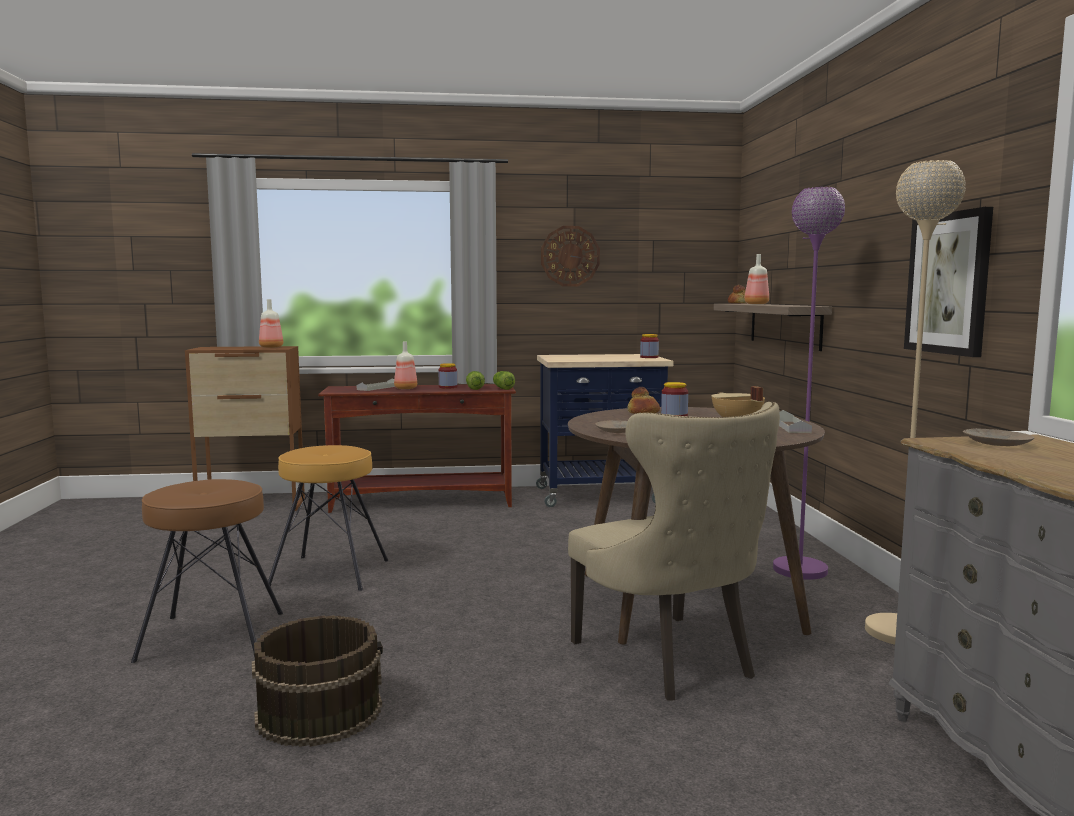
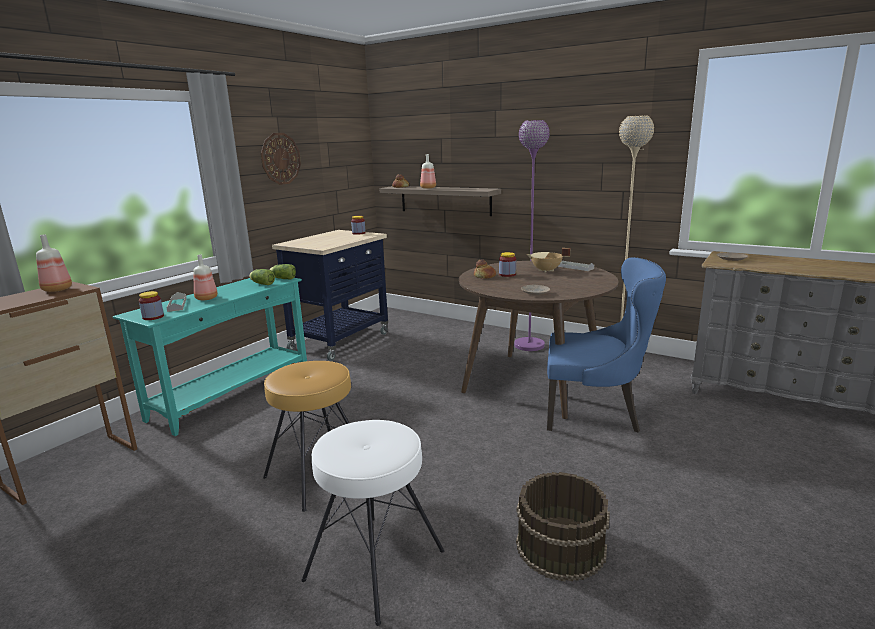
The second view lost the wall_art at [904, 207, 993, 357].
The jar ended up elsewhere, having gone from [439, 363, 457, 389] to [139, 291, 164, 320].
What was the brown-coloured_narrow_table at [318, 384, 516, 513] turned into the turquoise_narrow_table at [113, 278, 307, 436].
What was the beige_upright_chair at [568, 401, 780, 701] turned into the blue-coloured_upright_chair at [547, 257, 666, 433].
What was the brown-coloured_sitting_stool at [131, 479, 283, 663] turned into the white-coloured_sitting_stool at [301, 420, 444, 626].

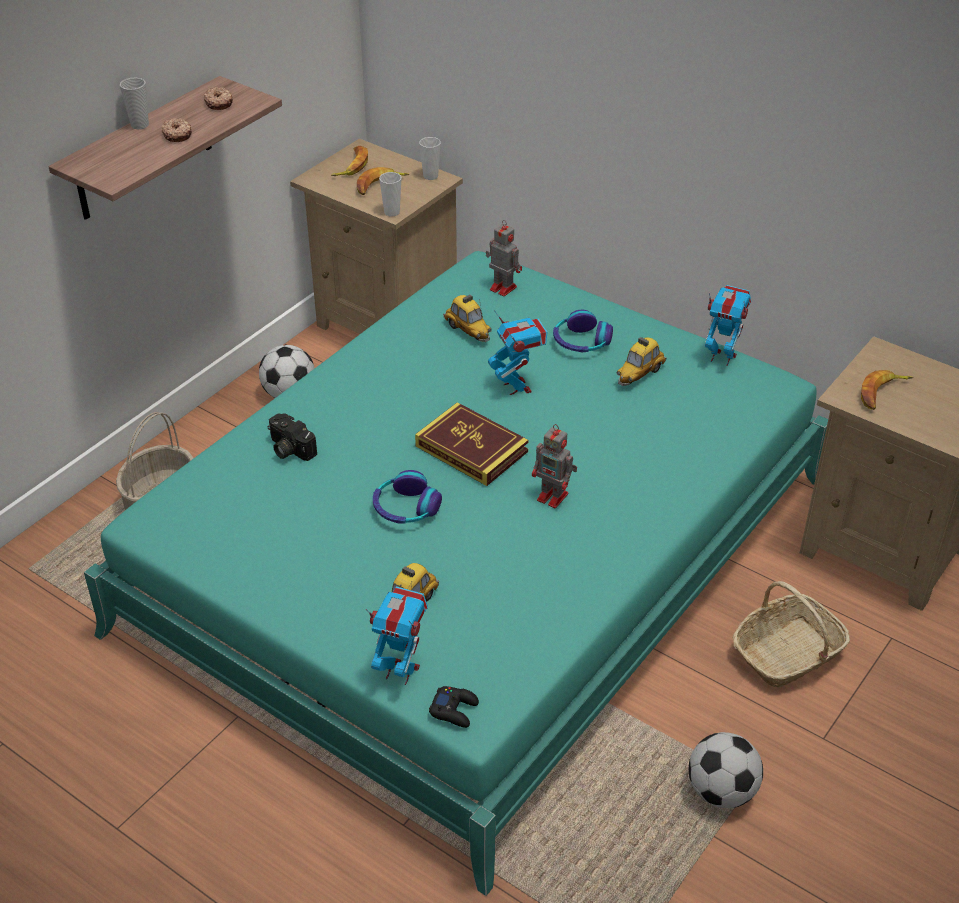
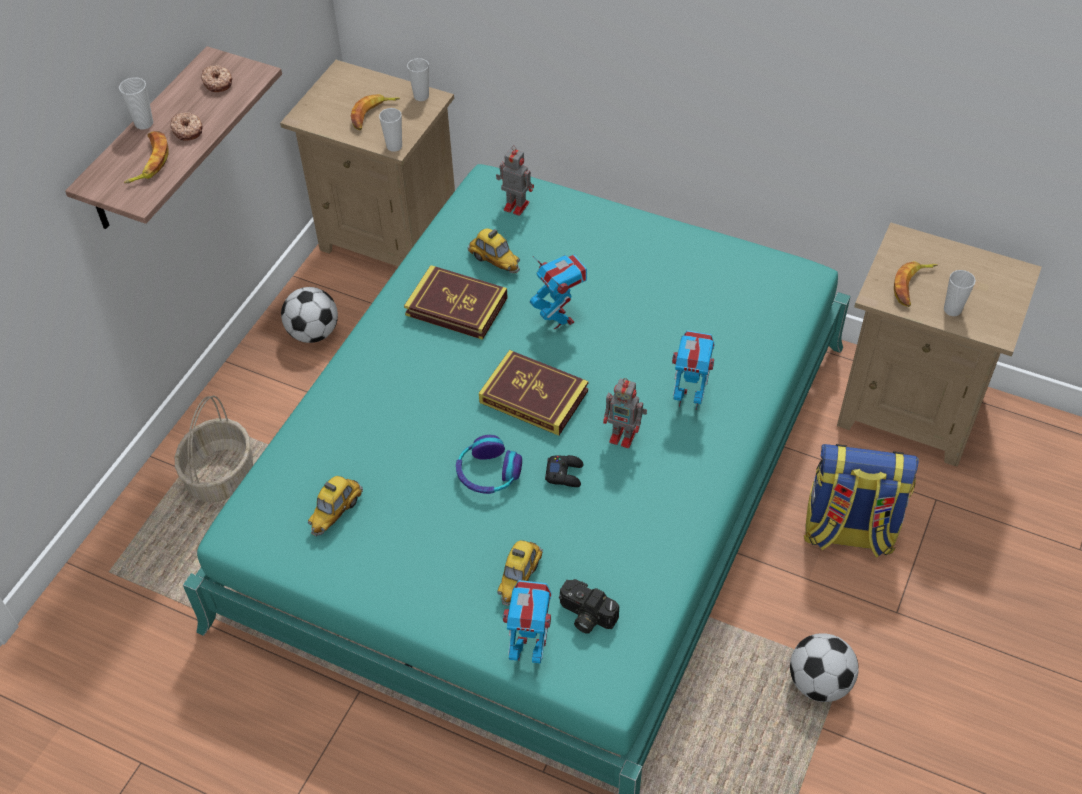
The whole_banana ended up elsewhere, having gone from [331, 146, 368, 176] to [124, 131, 169, 184].
The robot_figure ended up elsewhere, having gone from [705, 285, 751, 366] to [672, 330, 715, 410].
The second view lost the pair_of_headphones at [553, 310, 613, 352].
The miniature_car ended up elsewhere, having gone from [617, 337, 667, 386] to [308, 476, 363, 537].
The still_camera ended up elsewhere, having gone from [268, 413, 317, 461] to [559, 579, 619, 634].
Where the storage_basket stood at [732, 581, 850, 687], the backpack came to stand at [804, 444, 919, 558].
The black-coloured_game_controller ended up elsewhere, having gone from [429, 686, 479, 728] to [545, 455, 583, 487].
The second view gained the bound_book at [404, 265, 508, 340].
The second view gained the cup at [944, 270, 976, 316].

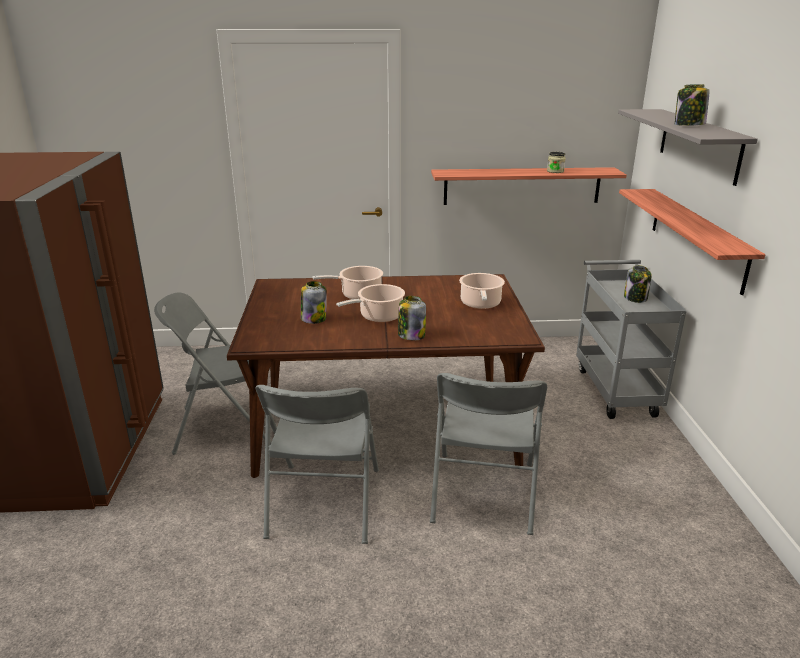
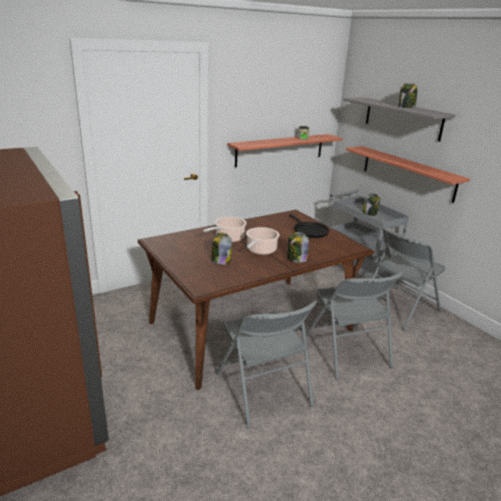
Where the saucepot stood at [459, 273, 505, 309], the black-coloured_pan came to stand at [289, 214, 329, 238].
The grey_upright_chair ended up elsewhere, having gone from [154, 292, 272, 455] to [372, 226, 445, 331].

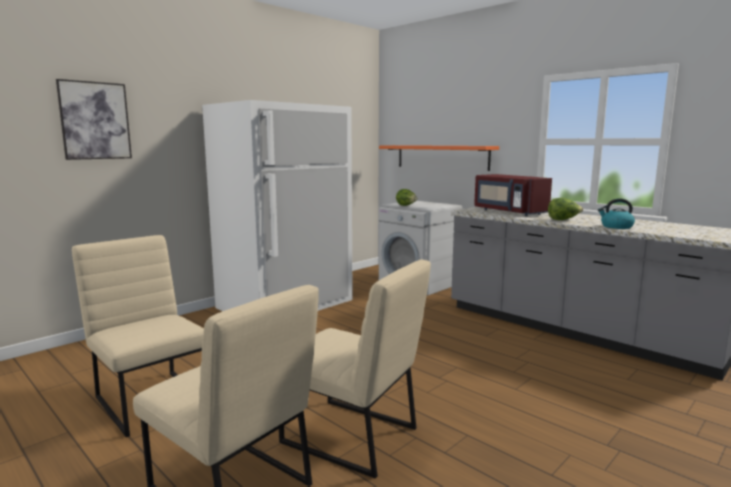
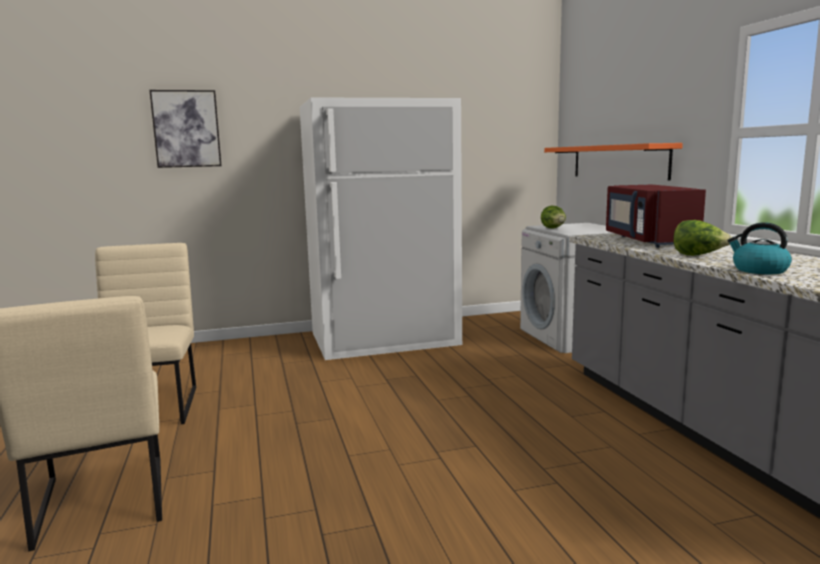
The second view lost the beige_upright_chair at [279, 259, 431, 479].

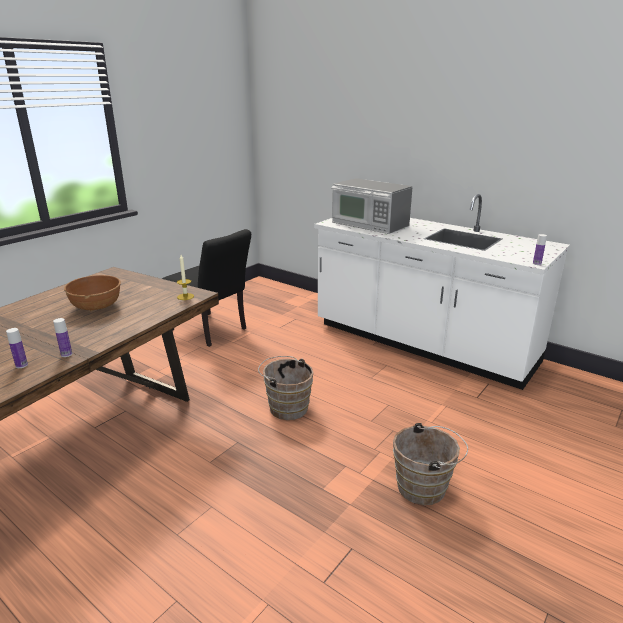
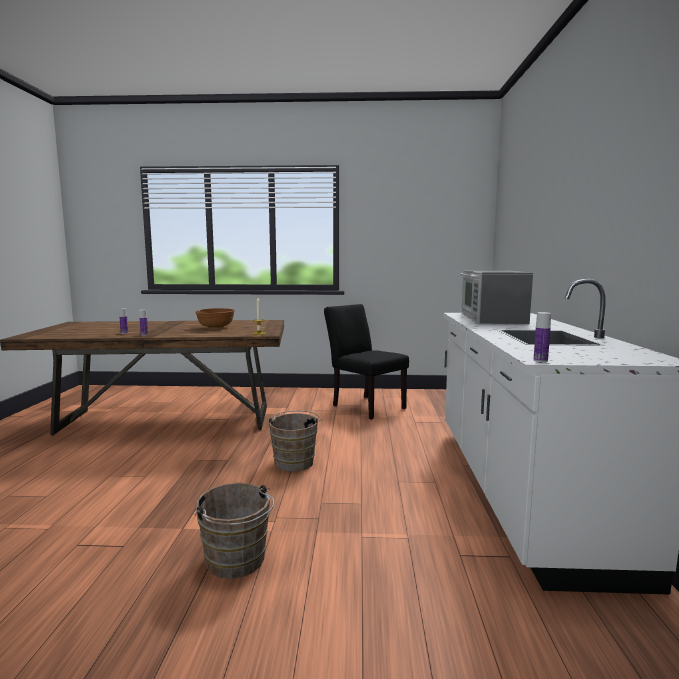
The black-coloured_upright_chair at [162, 229, 251, 347] ended up facing another way, 135 degrees clockwise from before.

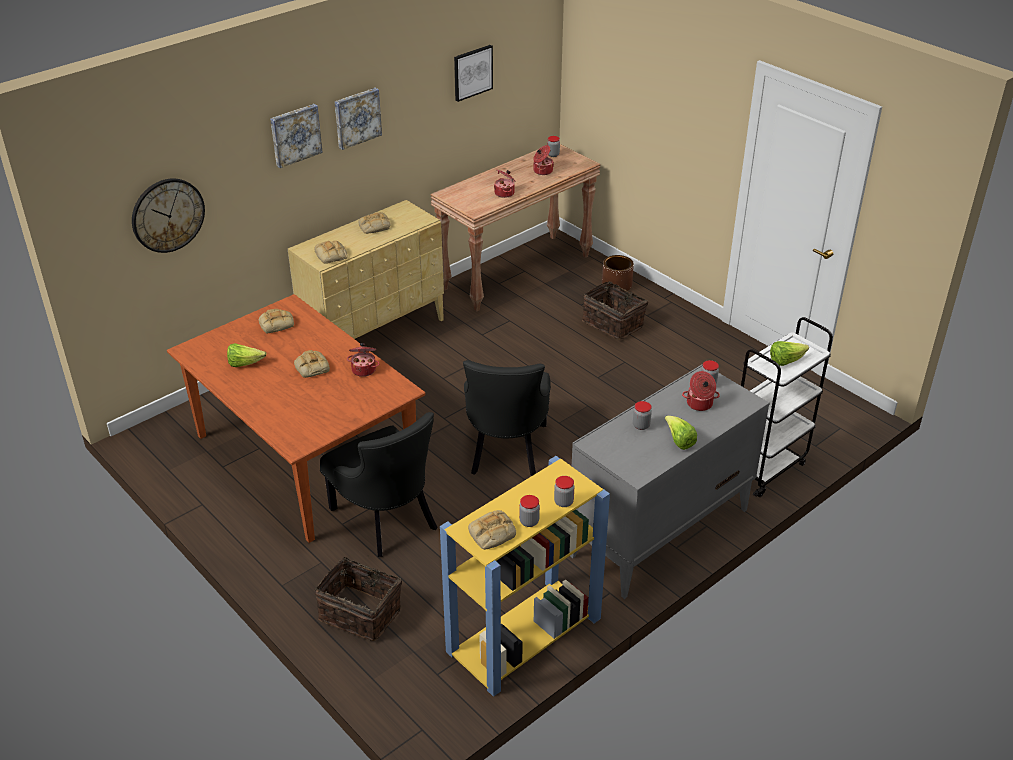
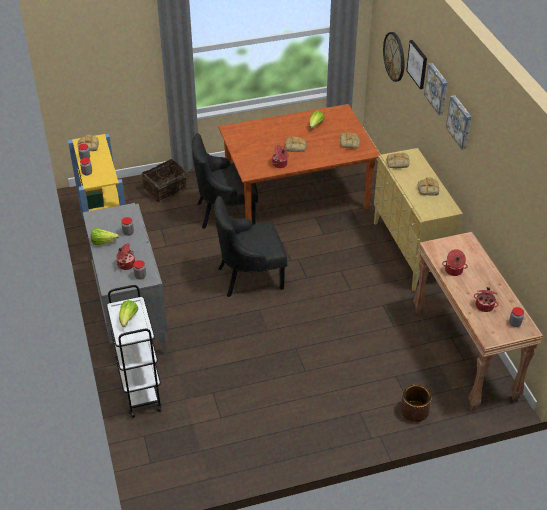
The wall_art ended up elsewhere, having gone from [454, 45, 493, 102] to [406, 40, 427, 89].
The second view lost the storage_basket at [582, 281, 648, 340].
The black-coloured_upright_chair at [463, 360, 551, 476] ended up facing another way, 45 degrees counterclockwise from before.

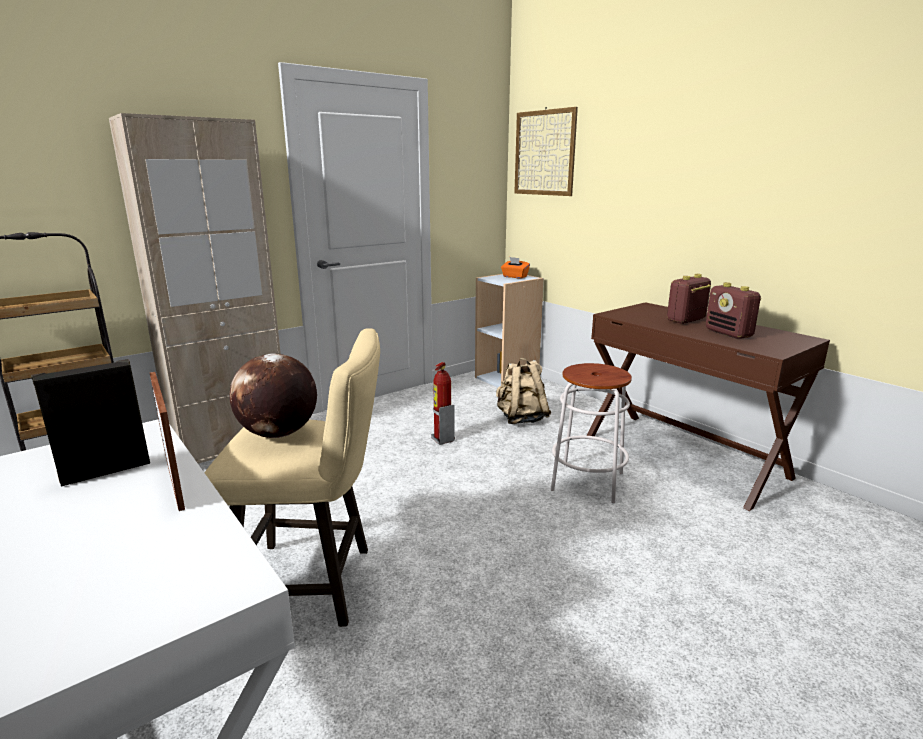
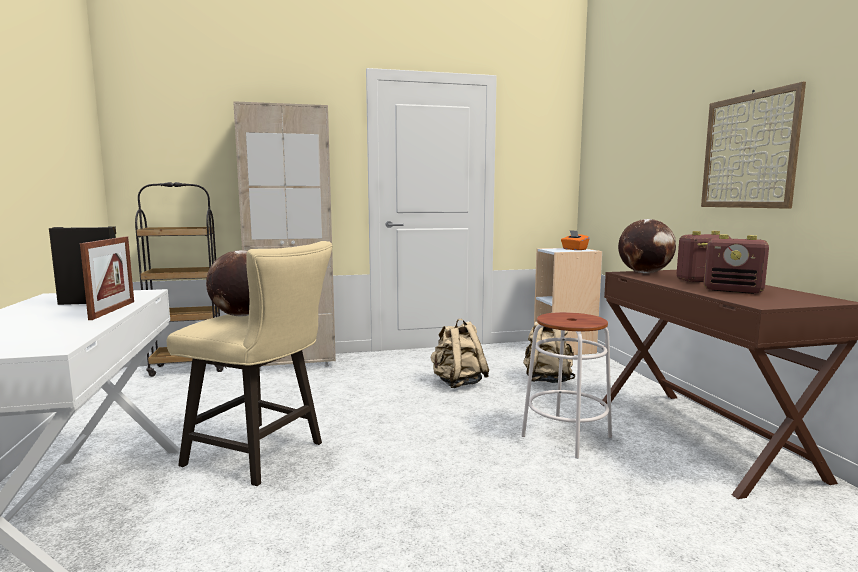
The wall_art ended up elsewhere, having gone from [514, 107, 578, 196] to [701, 82, 806, 209].
The radio_receiver at [706, 282, 761, 339] ended up facing another way, 60 degrees counterclockwise from before.
Where the extinguisher stood at [431, 362, 455, 445], the beige_backpack came to stand at [431, 319, 489, 388].
The second view gained the world_globe at [618, 219, 676, 273].

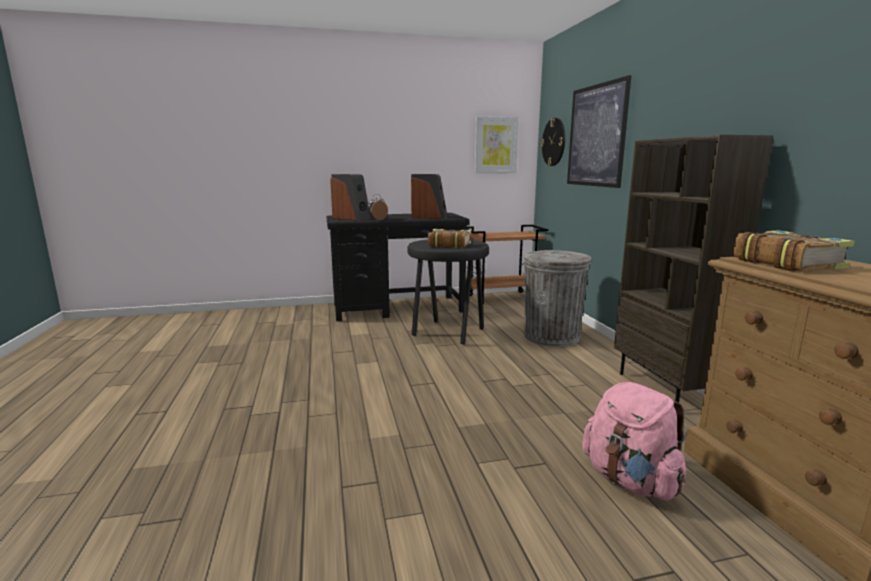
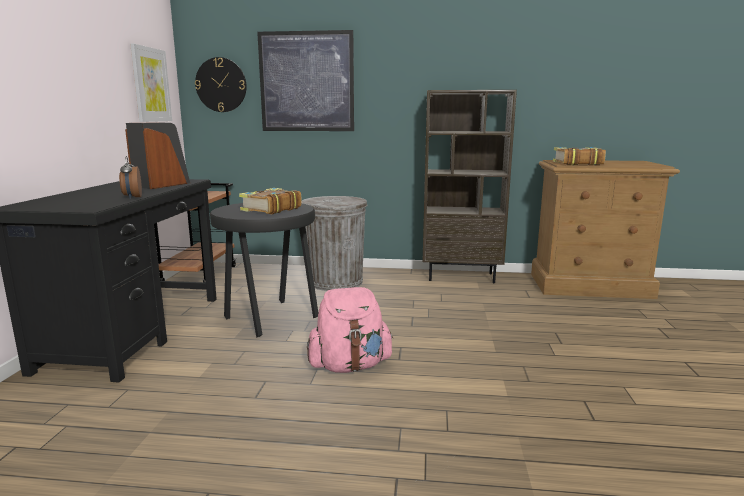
The second view lost the speaker at [330, 174, 371, 221].
The pink-coloured_backpack ended up elsewhere, having gone from [582, 382, 686, 501] to [307, 287, 394, 373].

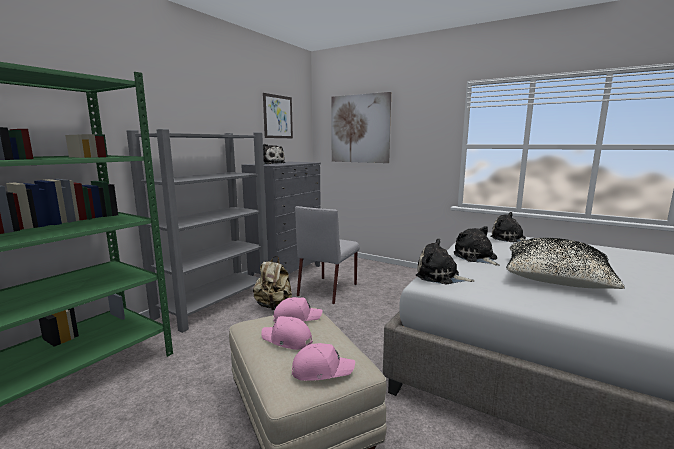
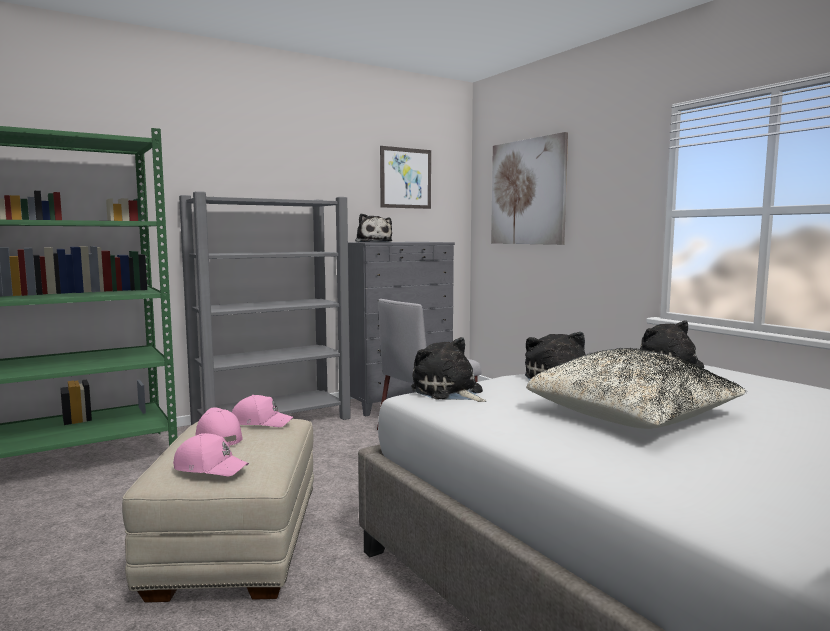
The second view lost the beige_backpack at [253, 256, 292, 310].

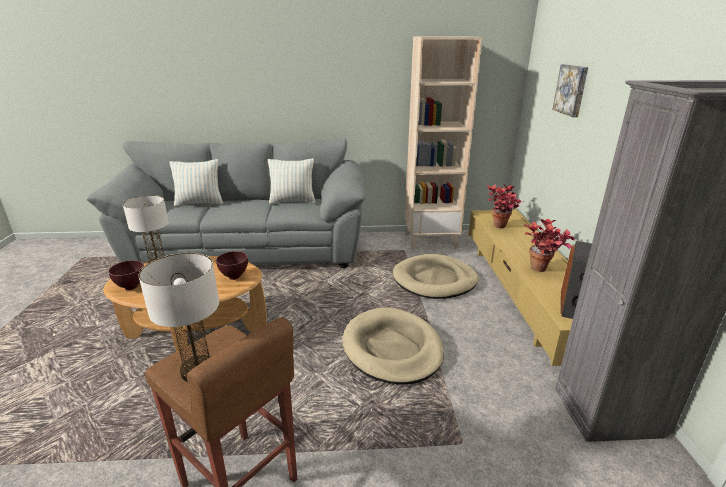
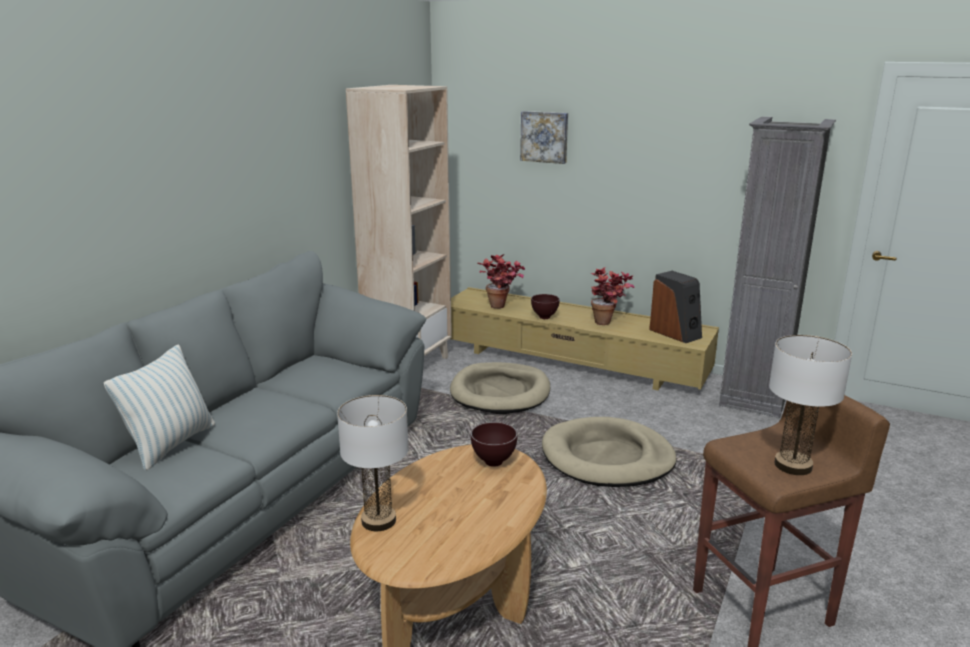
The second view lost the throw_pillow at [268, 159, 315, 204].
The brown-coloured_serving_bowl ended up elsewhere, having gone from [108, 260, 144, 290] to [531, 294, 560, 319].

